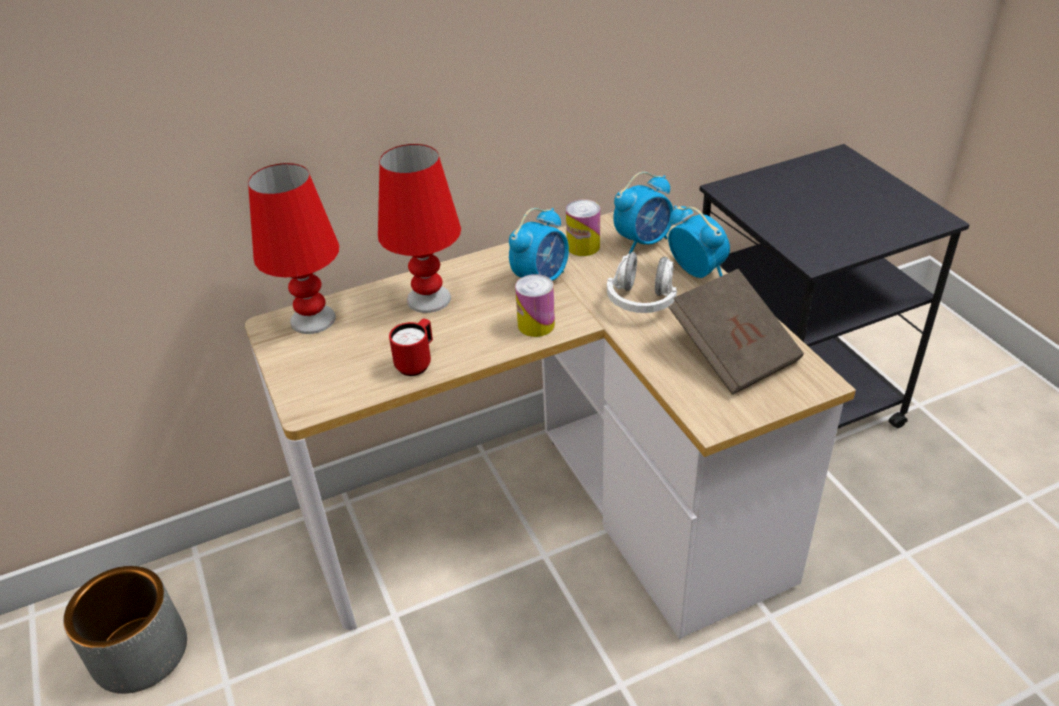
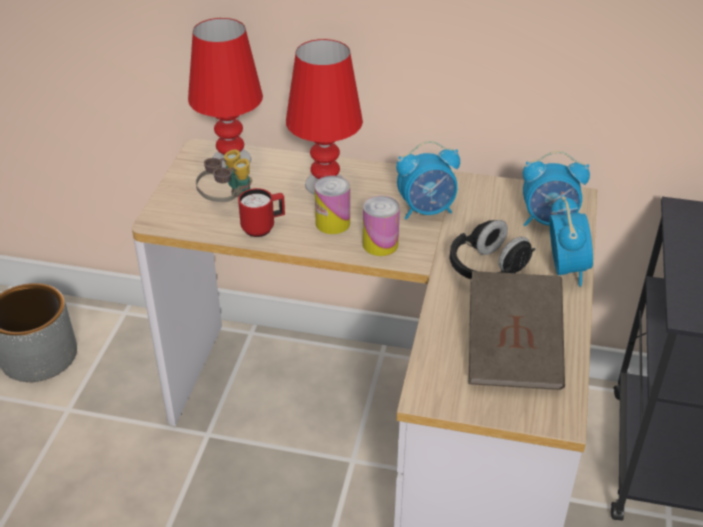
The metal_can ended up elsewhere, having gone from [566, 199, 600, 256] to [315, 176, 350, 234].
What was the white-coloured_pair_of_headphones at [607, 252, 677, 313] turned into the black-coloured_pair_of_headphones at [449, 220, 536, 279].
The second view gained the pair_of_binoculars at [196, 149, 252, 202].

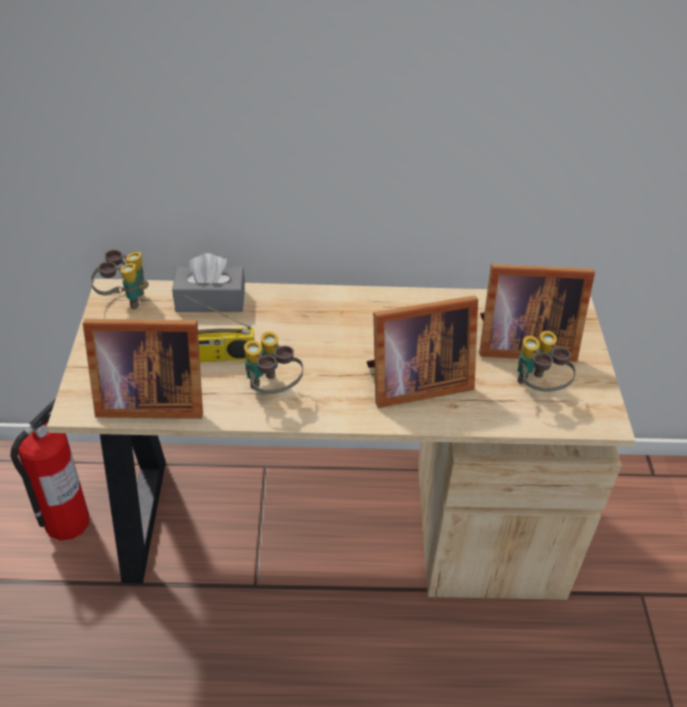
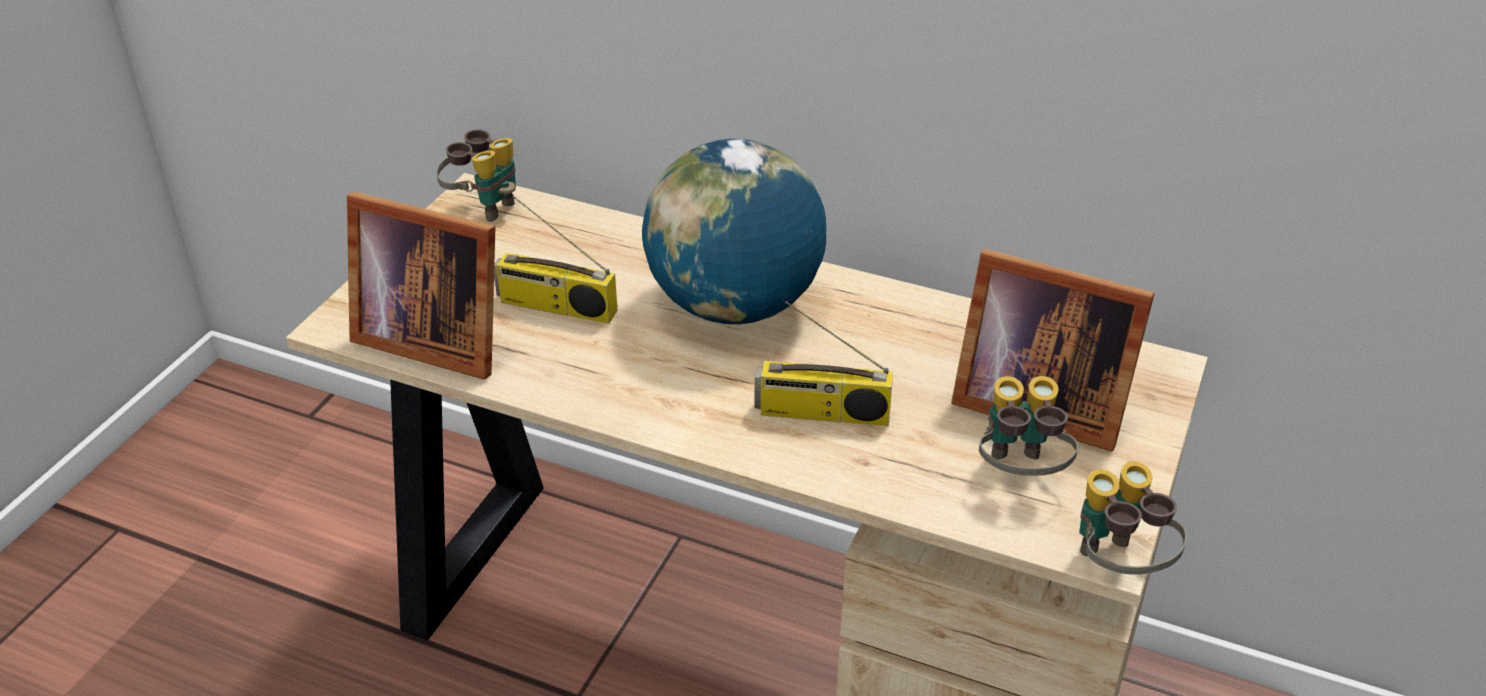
The second view lost the grey_tissue_box at [172, 253, 245, 312].
Where the photo_frame stood at [367, 295, 478, 408], the radio_receiver came to stand at [754, 301, 893, 426].
The pair_of_binoculars ended up elsewhere, having gone from [244, 332, 303, 394] to [1079, 461, 1187, 575].
The second view lost the extinguisher at [10, 398, 89, 541].
The second view gained the world_globe at [642, 139, 826, 324].

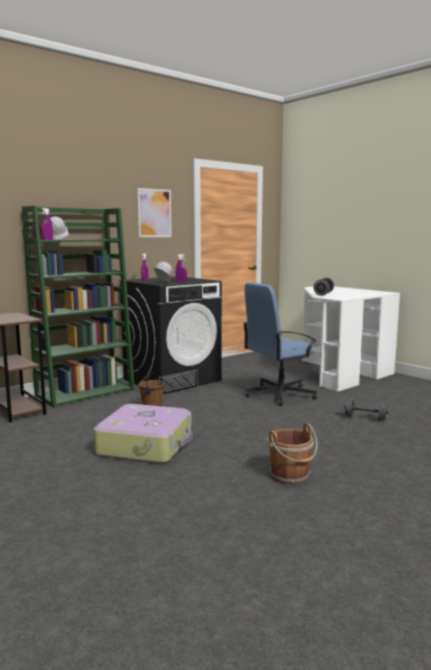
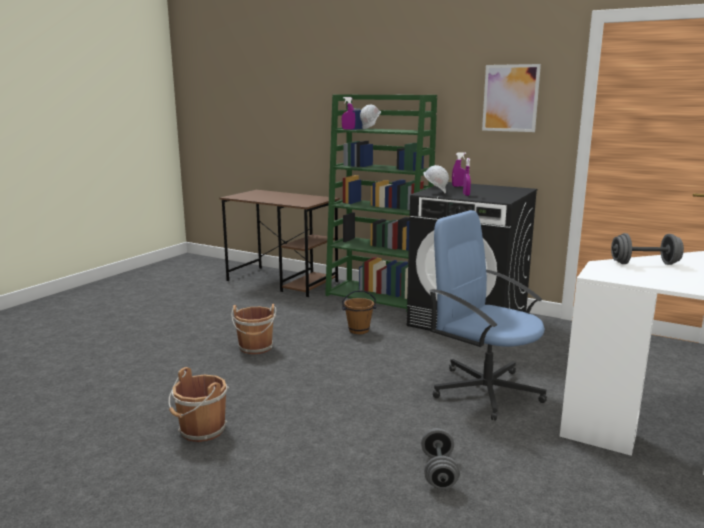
Where the piece_of_luggage stood at [94, 404, 193, 463], the brown-coloured_water_bucket came to stand at [231, 304, 276, 354].

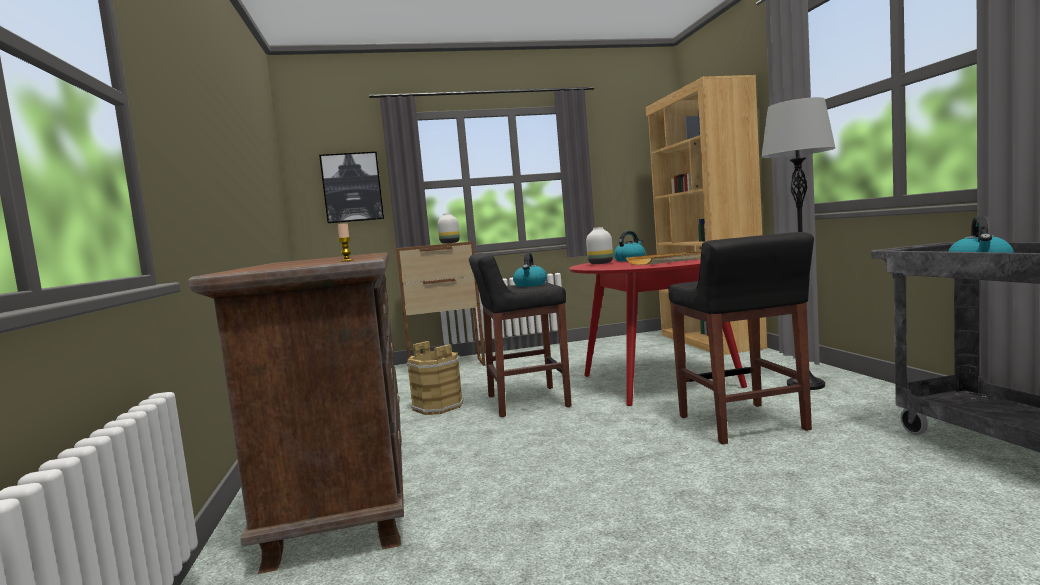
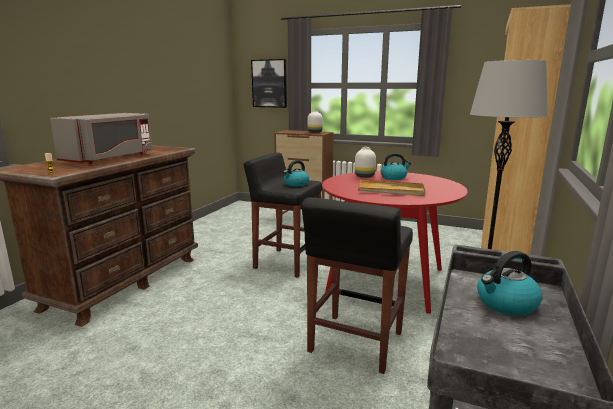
The second view lost the brown-coloured_water_bucket at [406, 341, 464, 415].
The second view gained the grey_microwave at [50, 113, 152, 164].

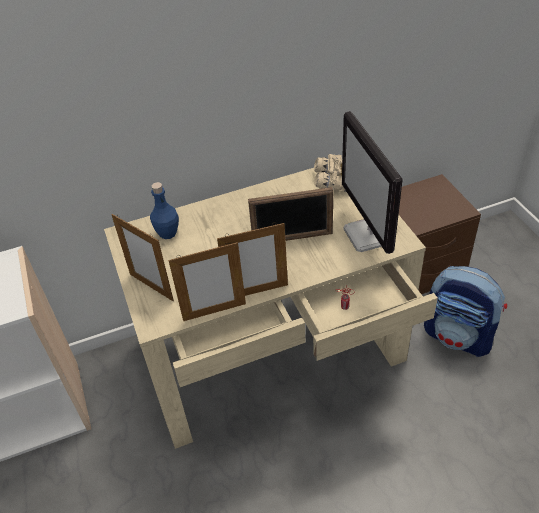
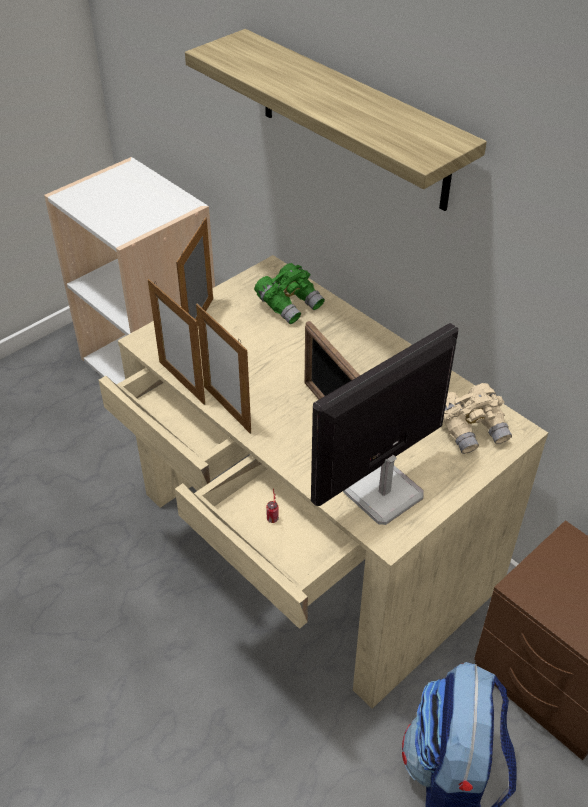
Where the blue-coloured_bottle stood at [150, 182, 179, 239], the green_pair_of_binoculars came to stand at [254, 263, 325, 324].
The second view gained the wall_shelf at [185, 29, 487, 211].

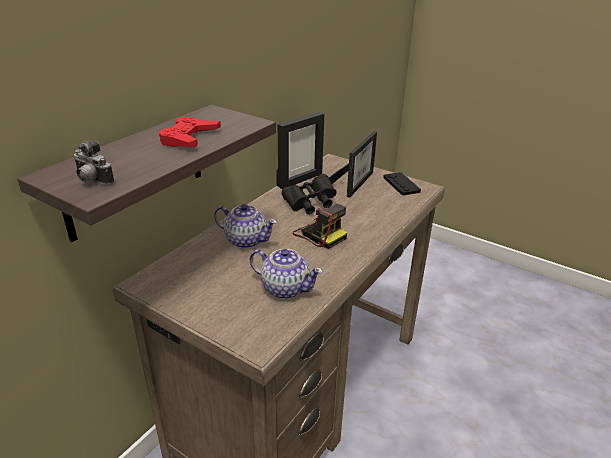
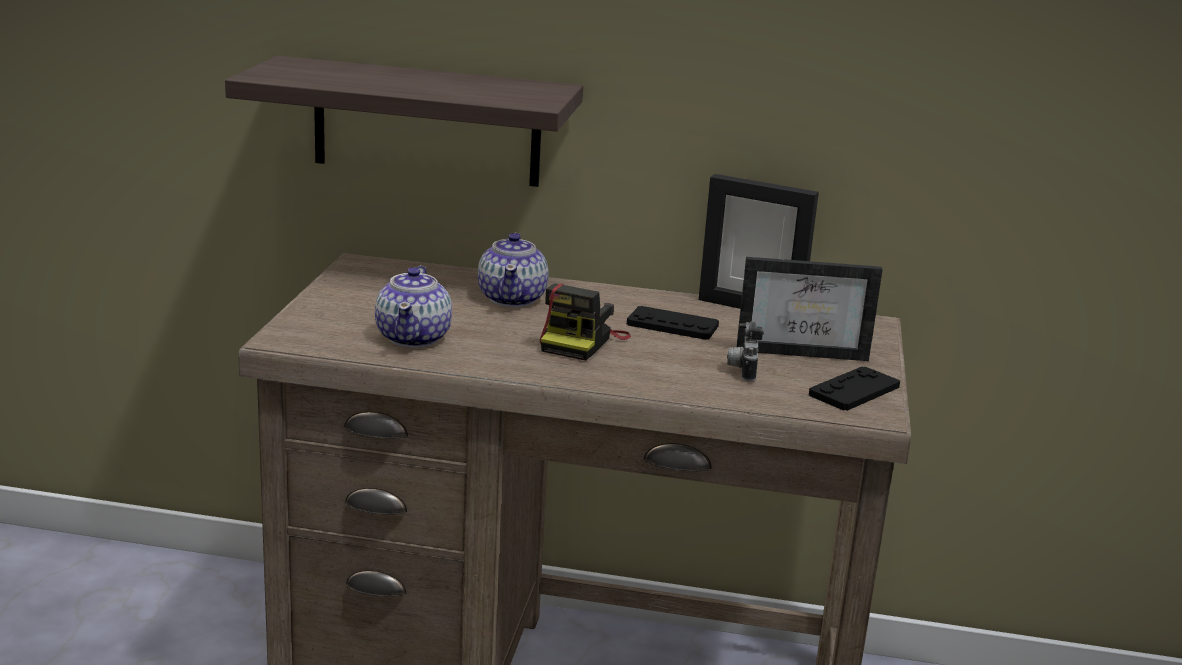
The second view lost the red_game_controller at [159, 117, 221, 147].
The still_camera ended up elsewhere, having gone from [74, 140, 114, 185] to [727, 322, 764, 381].
Where the black-coloured_pair_of_binoculars stood at [281, 174, 337, 215], the black-coloured_game_controller came to stand at [627, 306, 719, 340].

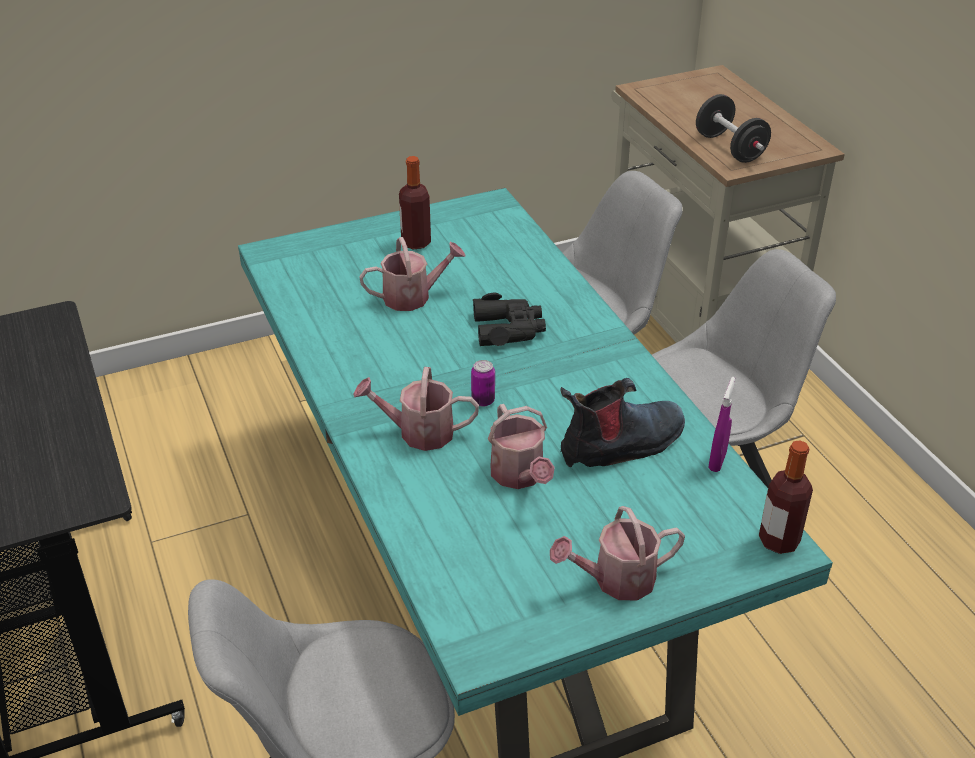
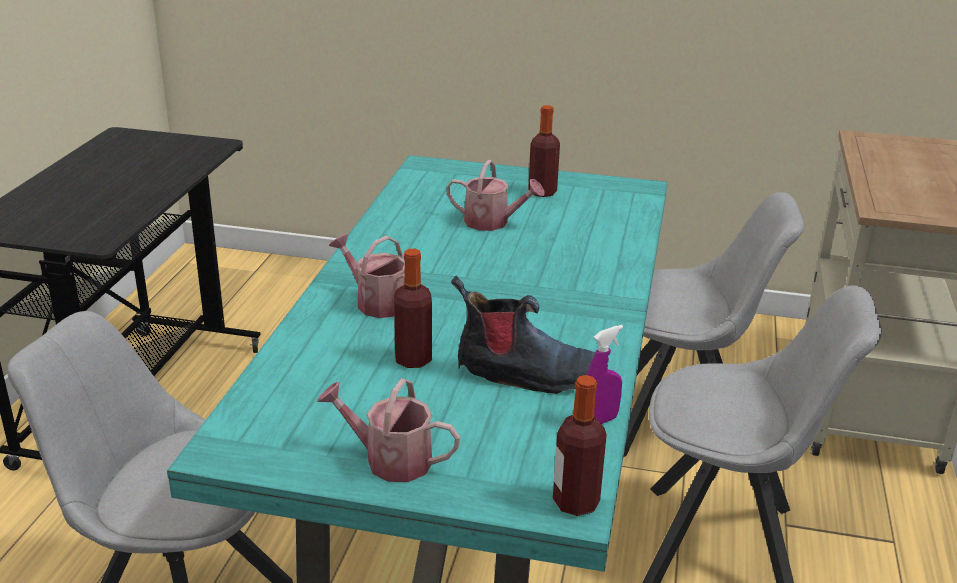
The second view lost the black-coloured_dumbbell at [696, 94, 771, 163].
The second view lost the black-coloured_pair_of_binoculars at [473, 293, 546, 346].
The second view lost the metal_can at [471, 360, 495, 407].
Where the watering_pot stood at [488, 404, 555, 489], the bottle came to stand at [394, 249, 432, 368].

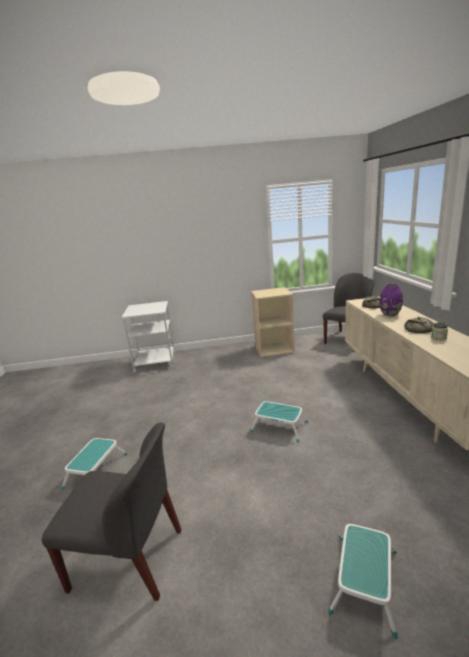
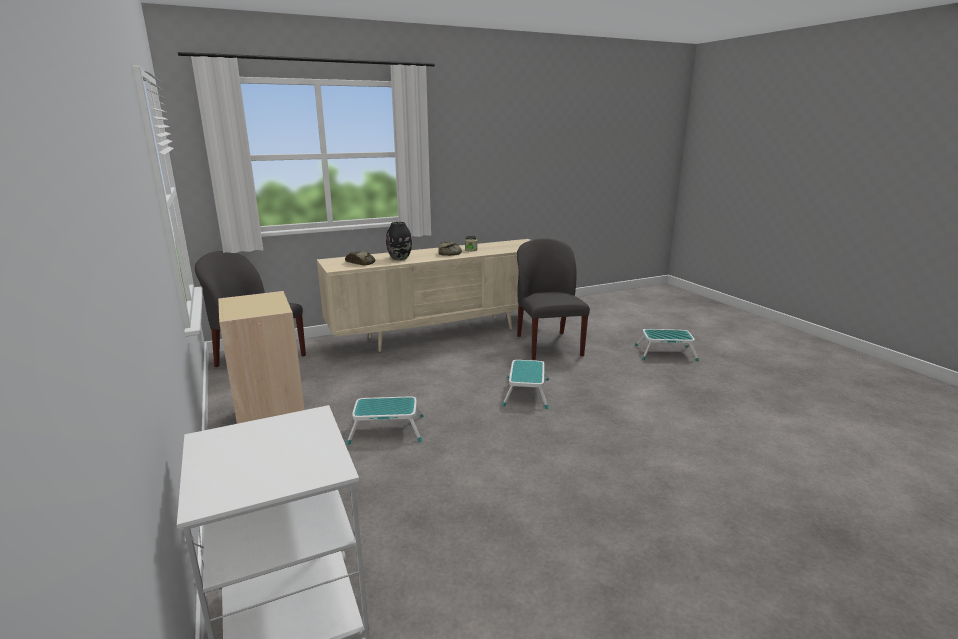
What was the purplish_flower_vase at [379, 284, 403, 316] turned into the black-coloured_flower_vase at [386, 222, 412, 260].
The grey_upright_chair ended up elsewhere, having gone from [42, 423, 182, 601] to [517, 238, 590, 360].
The turquoise_stepladder ended up elsewhere, having gone from [61, 438, 128, 490] to [346, 396, 424, 445].

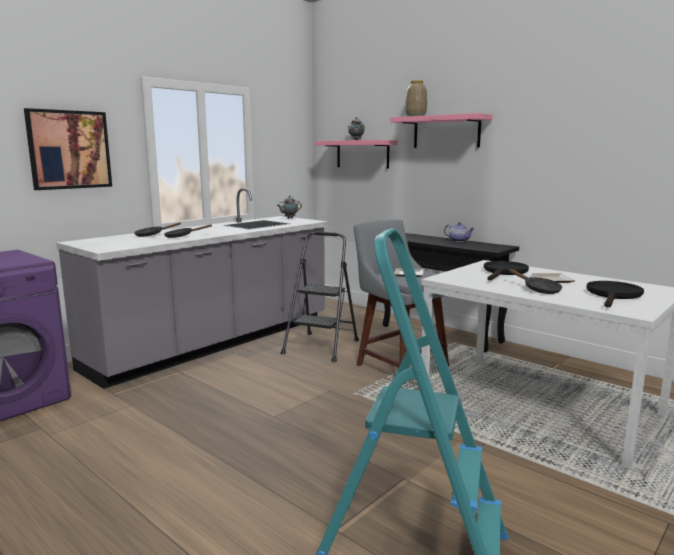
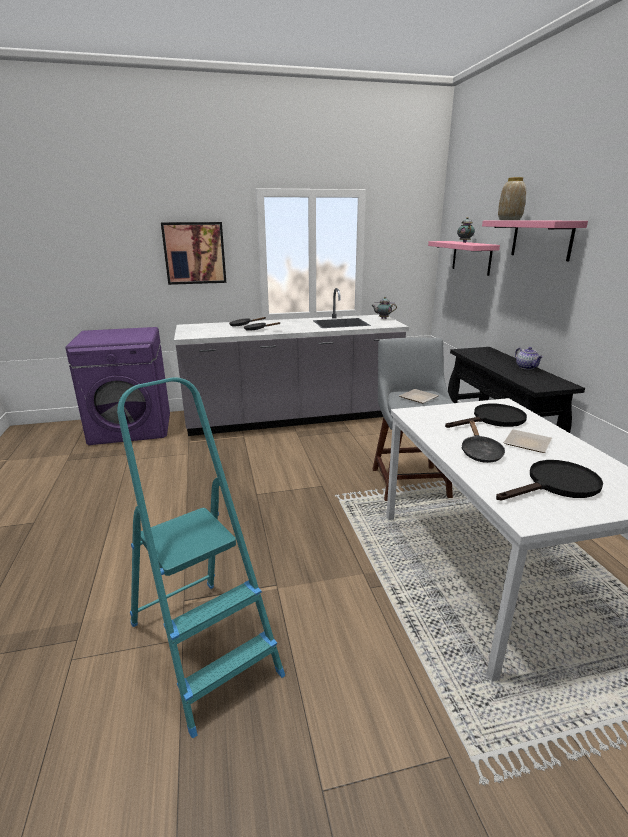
The second view lost the black-coloured_stepladder at [280, 232, 359, 362].

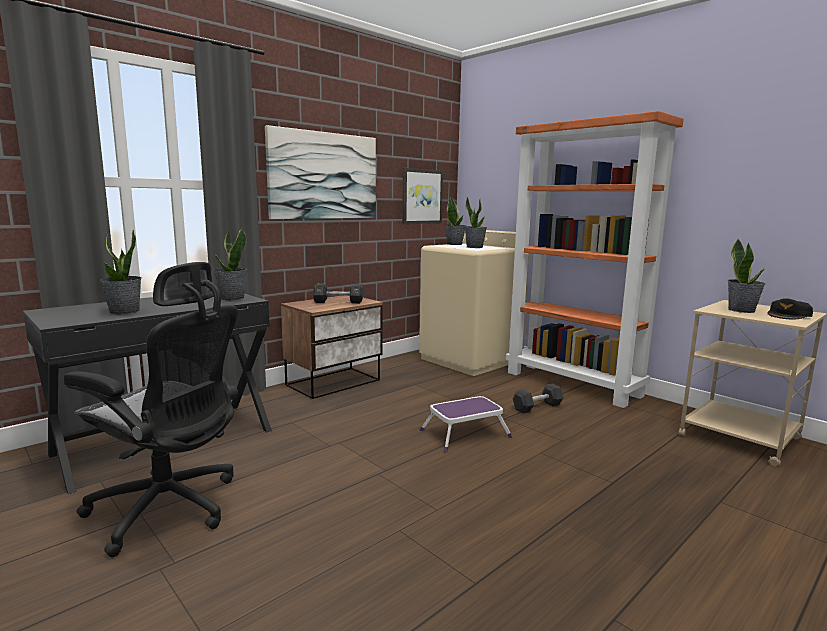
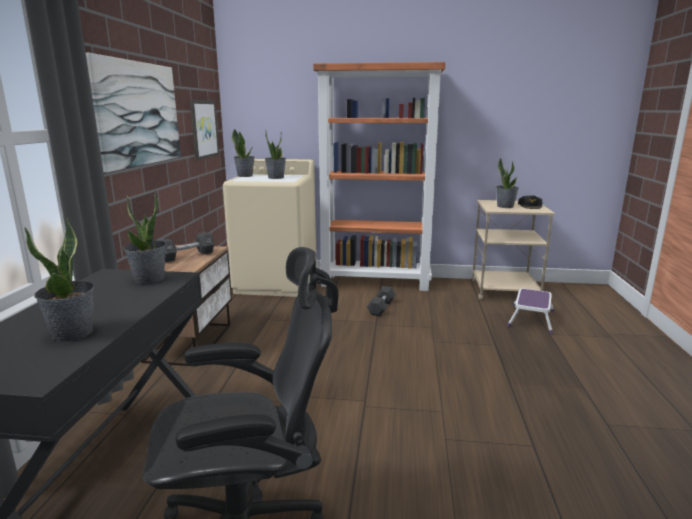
The purplish_stepladder ended up elsewhere, having gone from [419, 396, 512, 452] to [507, 288, 555, 334].

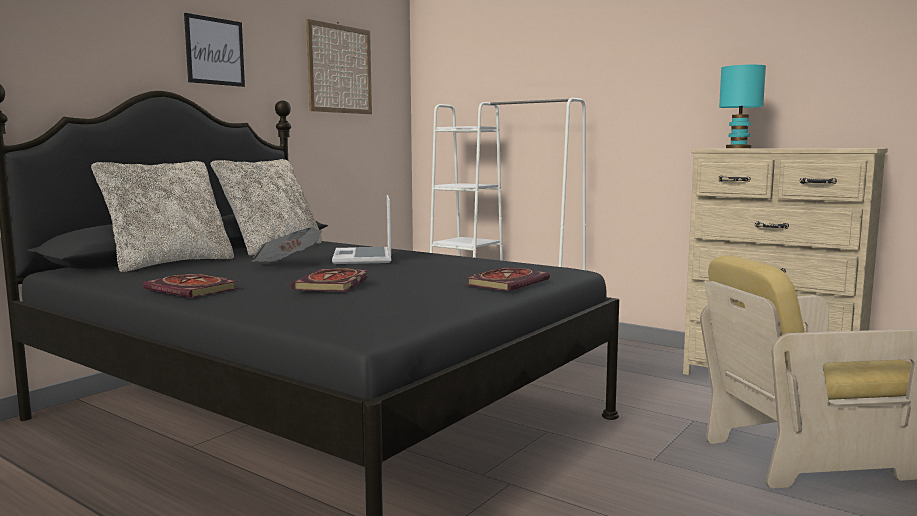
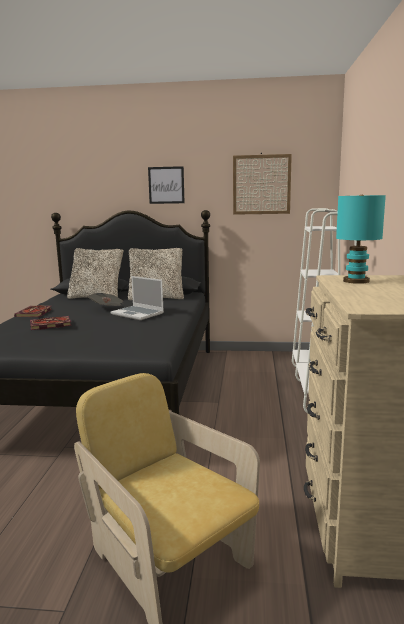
The laptop at [332, 195, 391, 264] ended up facing another way, 105 degrees counterclockwise from before.
The second view lost the bound_book at [465, 267, 550, 291].

